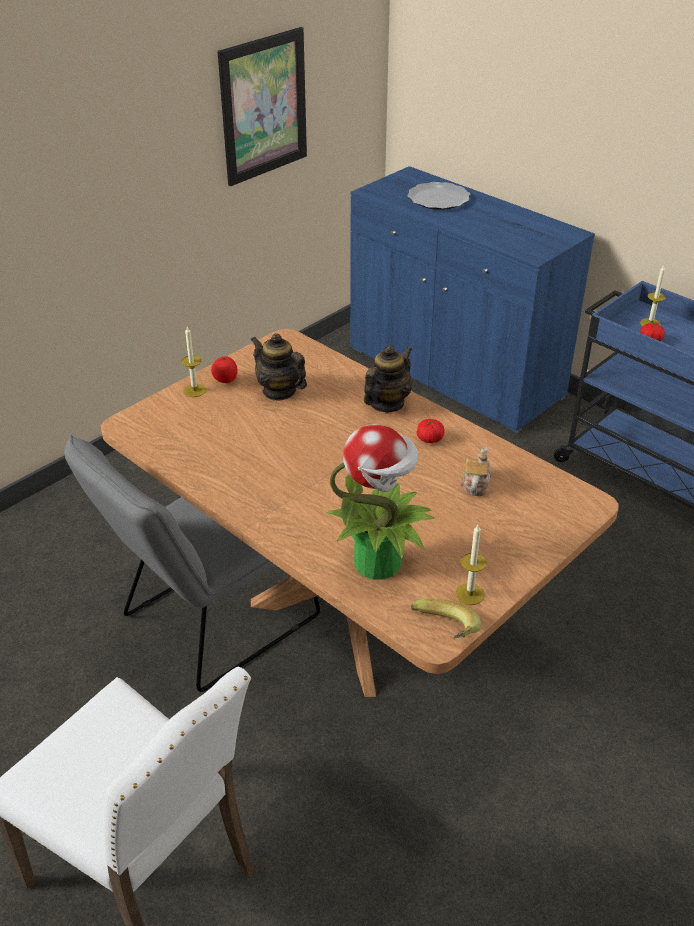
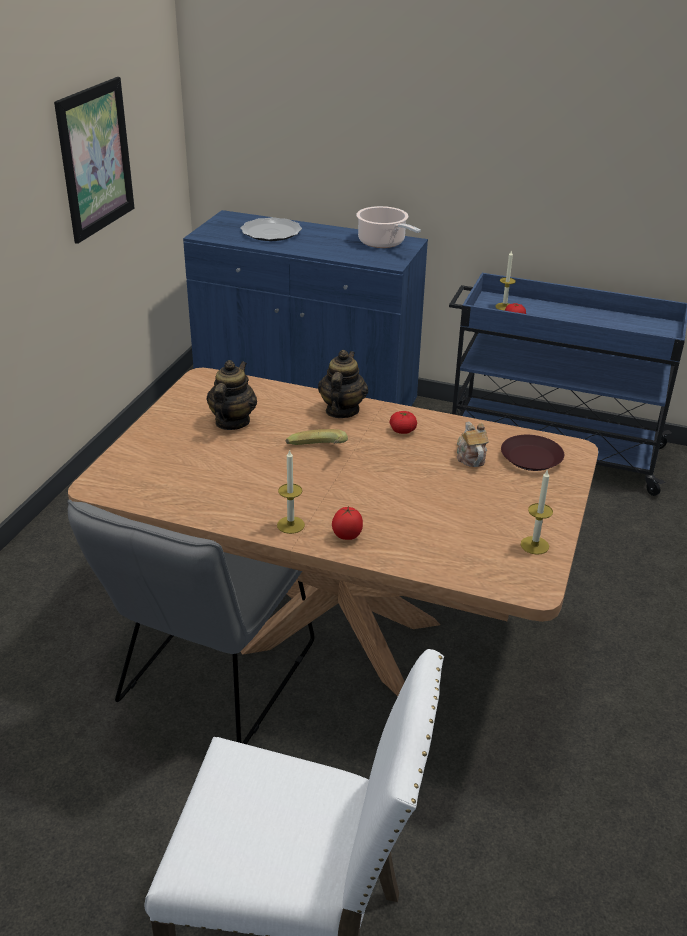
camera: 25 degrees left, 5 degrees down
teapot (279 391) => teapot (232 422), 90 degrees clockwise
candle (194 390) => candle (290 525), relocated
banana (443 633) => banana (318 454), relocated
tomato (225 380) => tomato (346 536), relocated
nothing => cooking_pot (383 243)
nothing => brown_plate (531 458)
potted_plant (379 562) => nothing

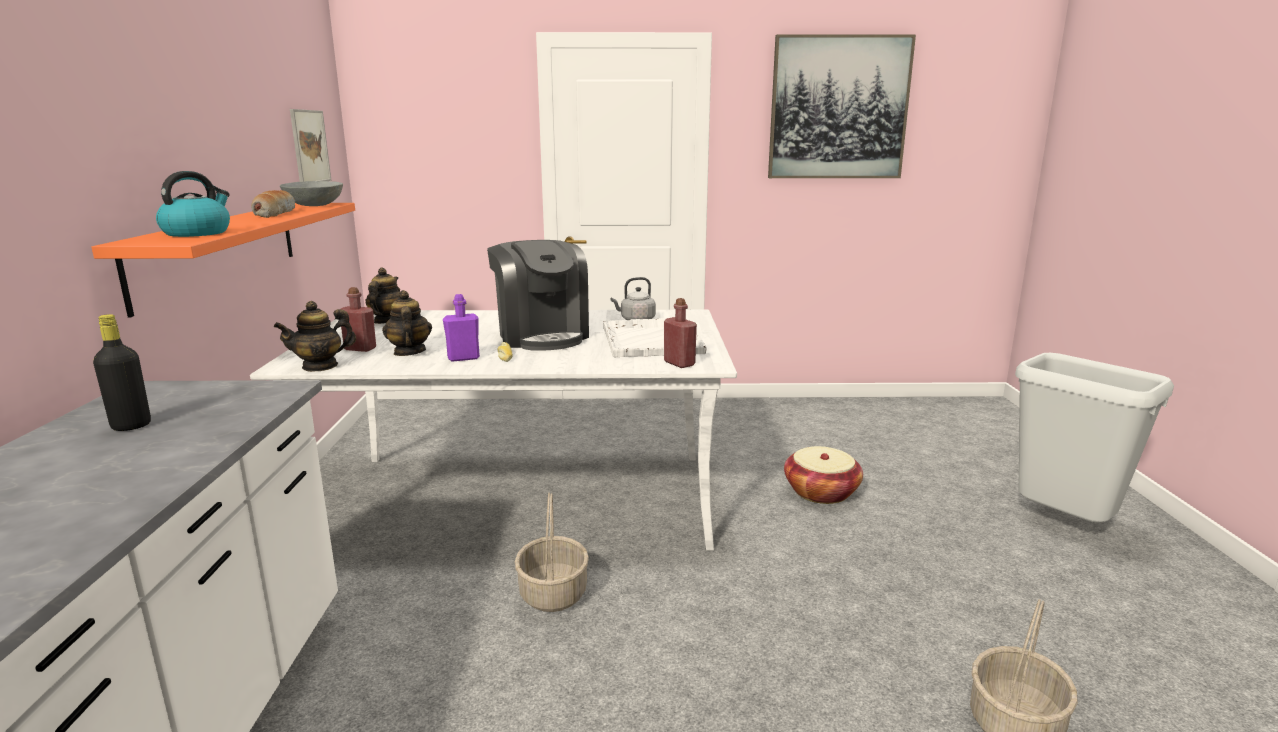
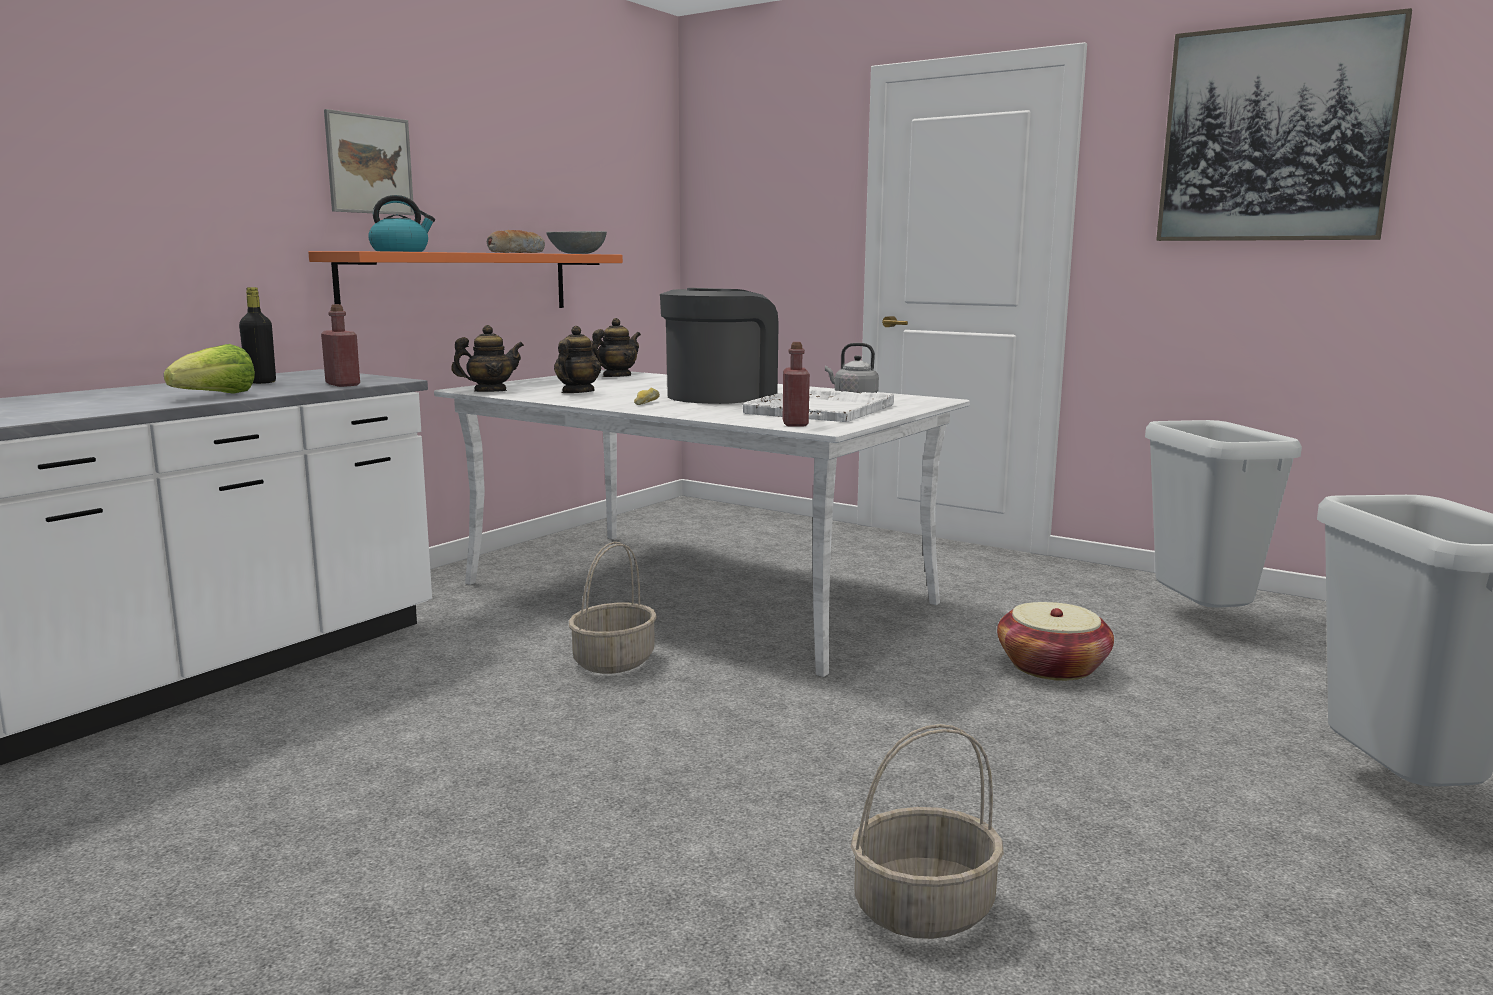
camera: 35 degrees right, 5 degrees down
nothing => lettuce (217 395)
red_bottle (360 348) => red_bottle (342 384), relocated
picture (310 146) => picture (369 164), relocated
teapot (320 366) => teapot (490 391), 150 degrees clockwise
coffee_machine (541 336) => coffee_machine (721 396), 150 degrees counterclockwise
nothing => grey_trash_can (1202 620)
purple_bottle (463 358) => nothing

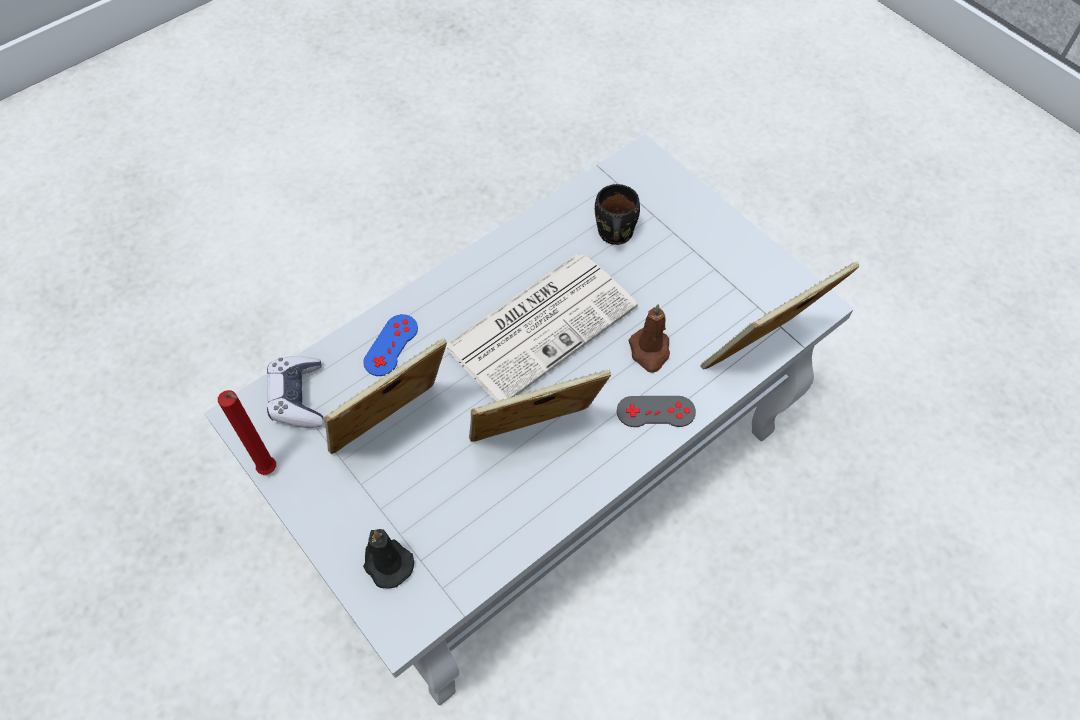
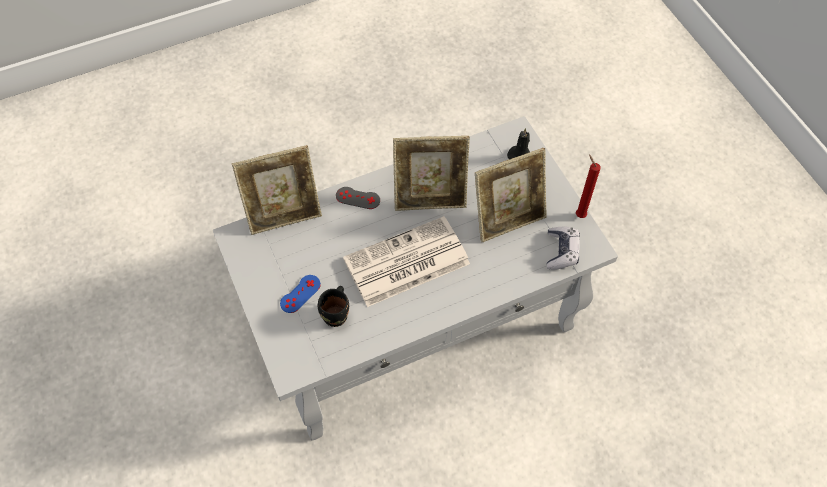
camera: 165 degrees left, 0 degrees up
blue_game_controller (391 345) => blue_game_controller (300 294), relocated
brown_candle (649 351) => nothing

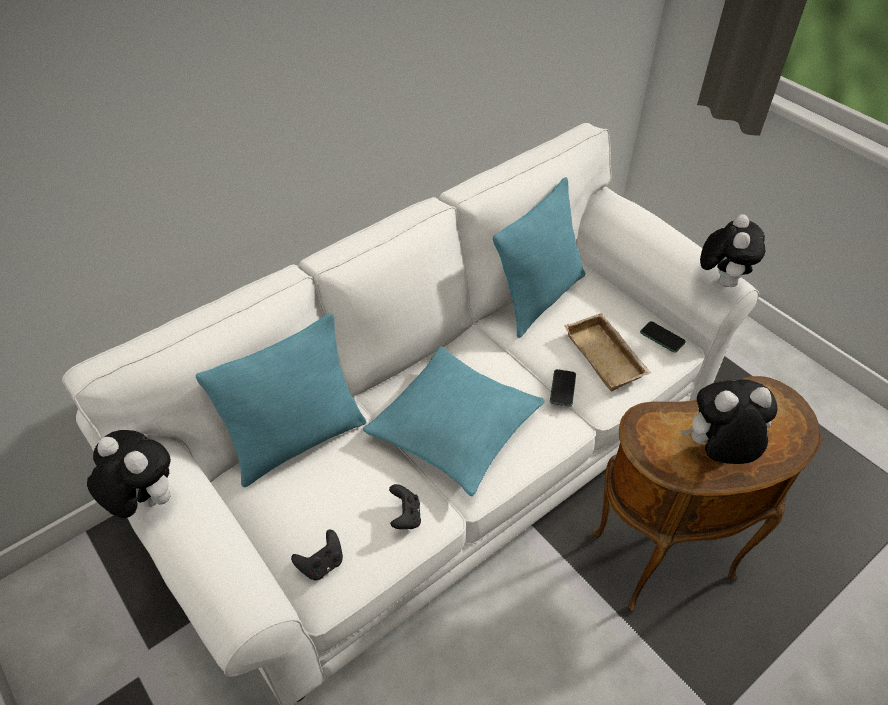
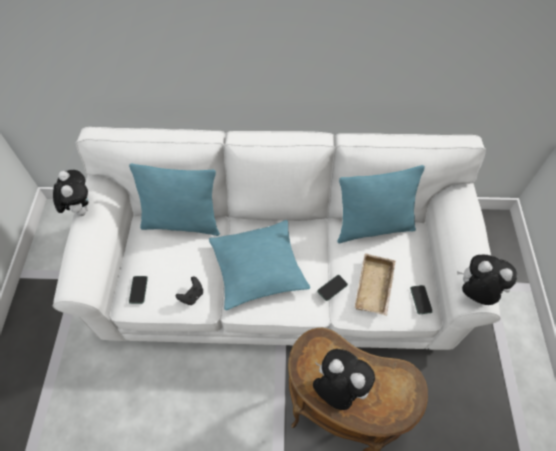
camera: 40 degrees right, 10 degrees up
black_game_controller (322 564) => phone (138 290)
plush_toy (721 280) => plush_toy (475 292), 120 degrees counterclockwise

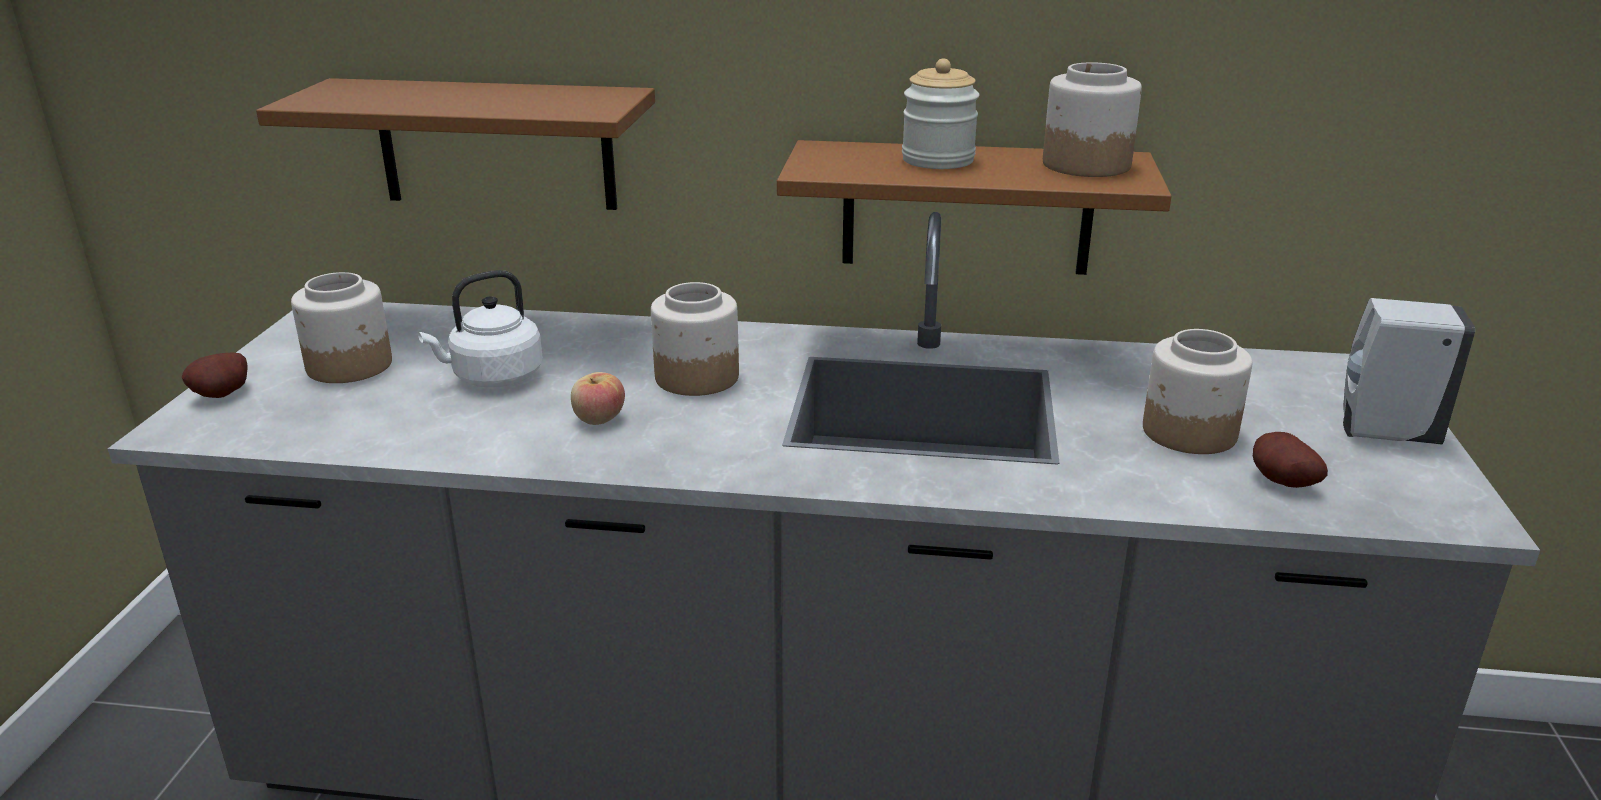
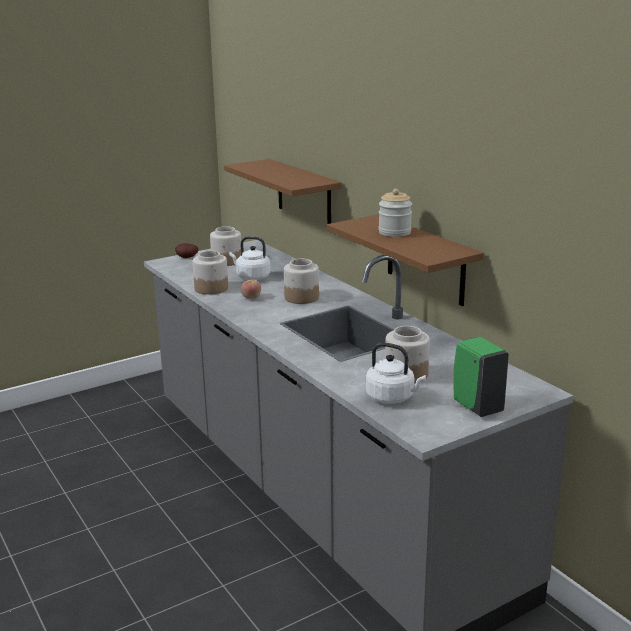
camera: 50 degrees right, 5 degrees down
jar (1085 164) => jar (211 288), relocated
potato (1280 483) => white_kettle (392 398)
white_soap_dispenser (1382 433) => green_soap_dispenser (476 407)

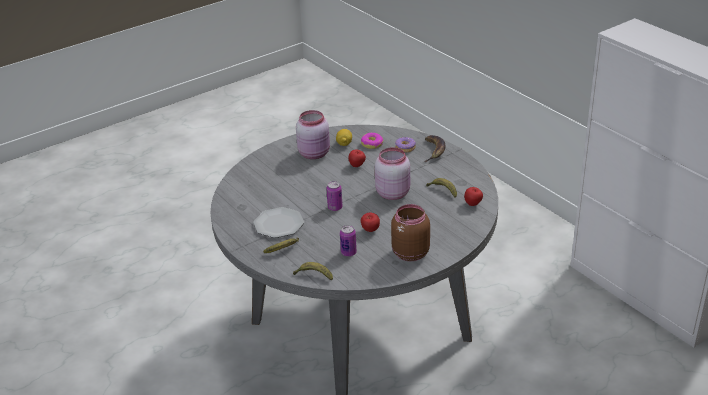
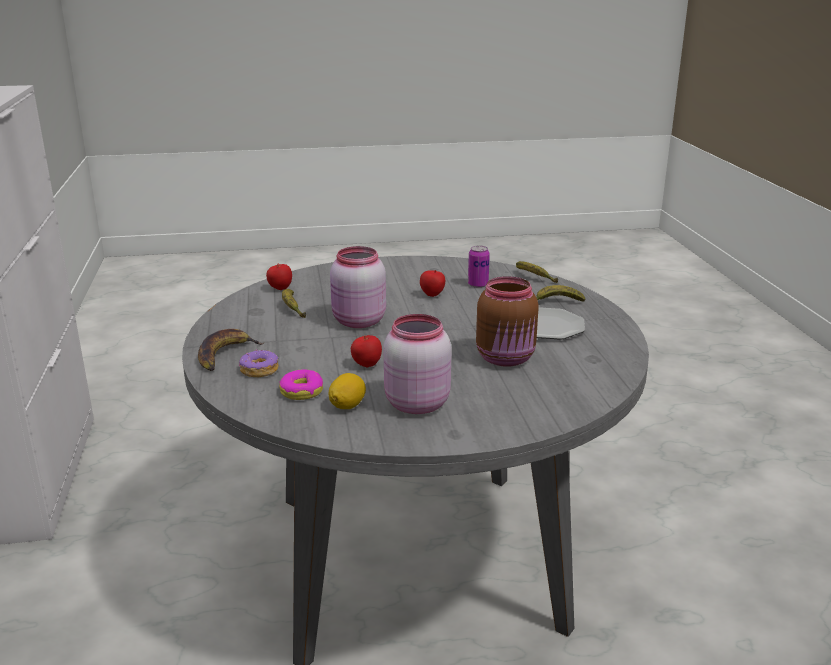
camera: 155 degrees left, 10 degrees down
brown_jar (409 253) => brown_jar (506 359), relocated
can (335 208) => nothing

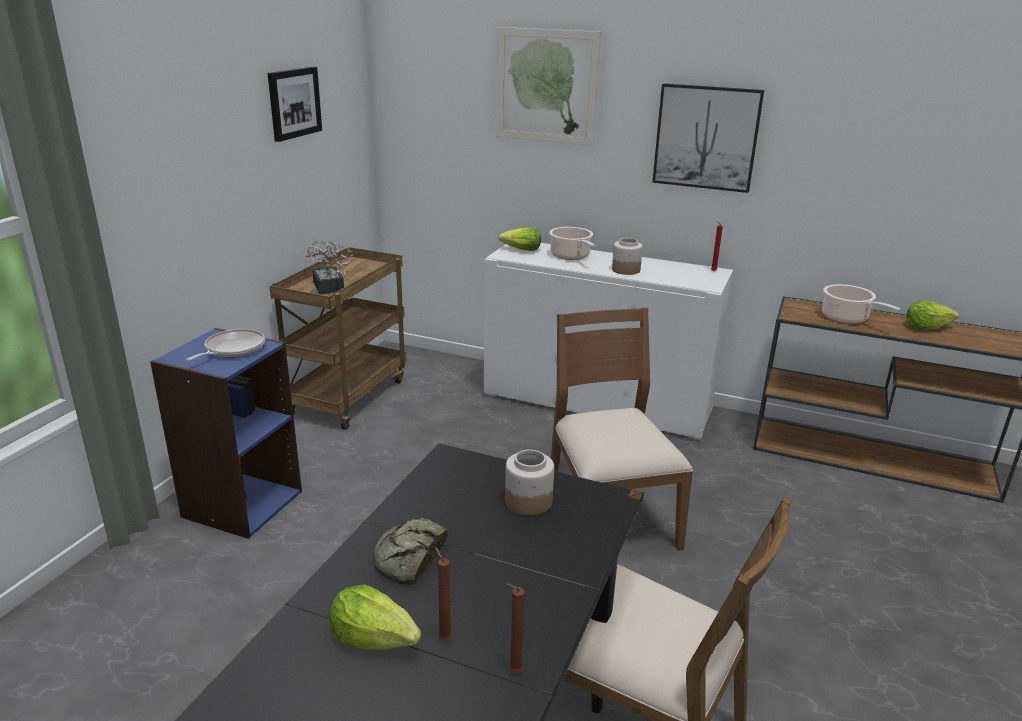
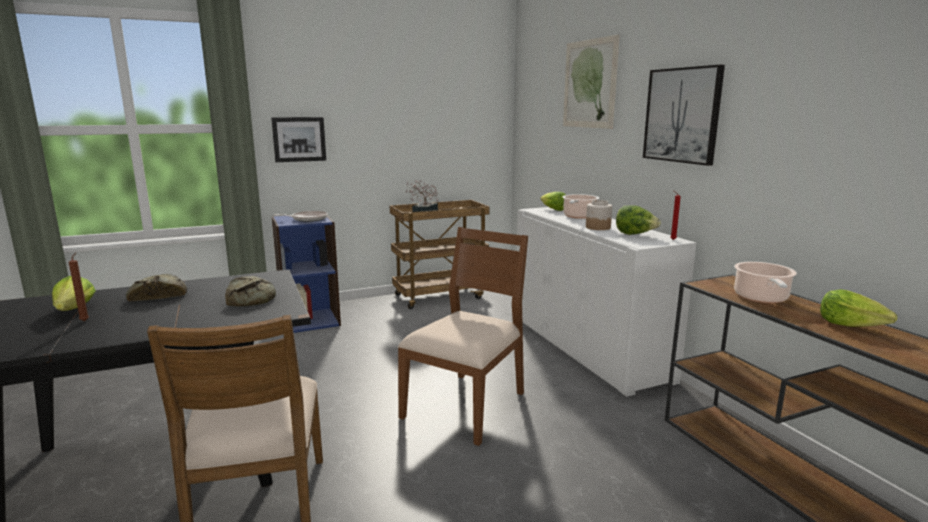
camera: 45 degrees right, 10 degrees down
jar (528 501) => bread (252 298)
picture (294 103) => picture (299 139), relocated
nothing => lettuce (635 234)
brown_candle (513 672) => nothing

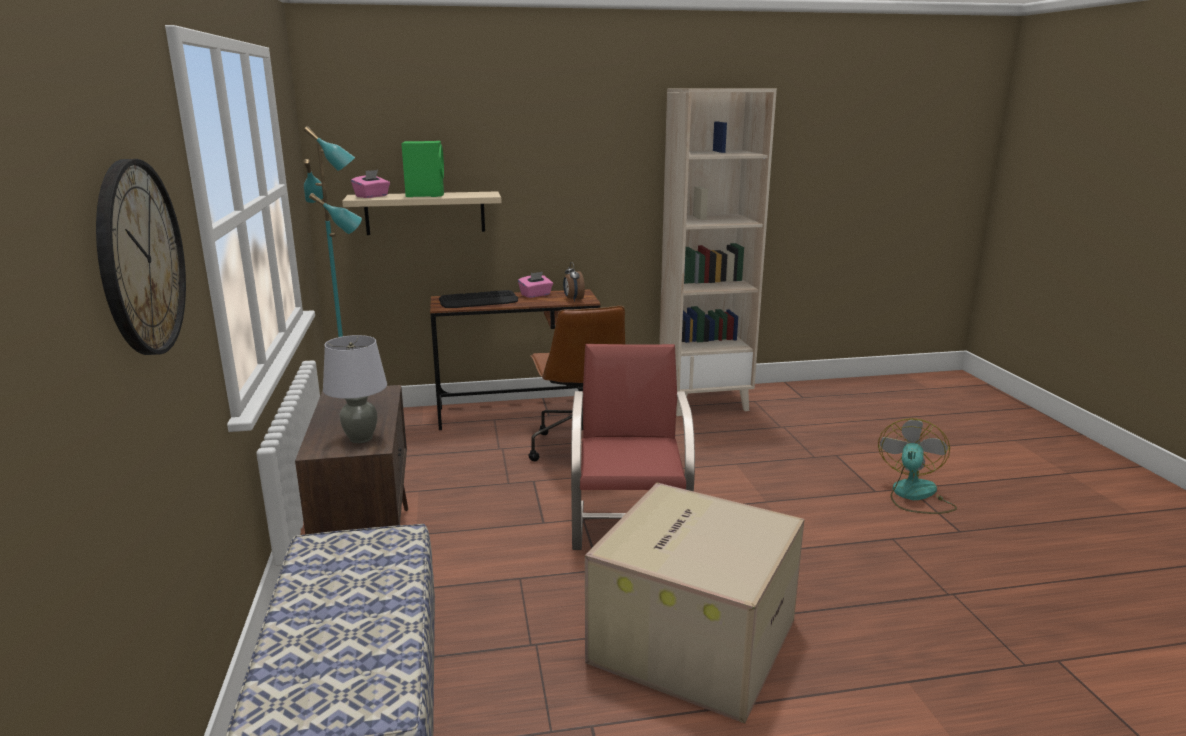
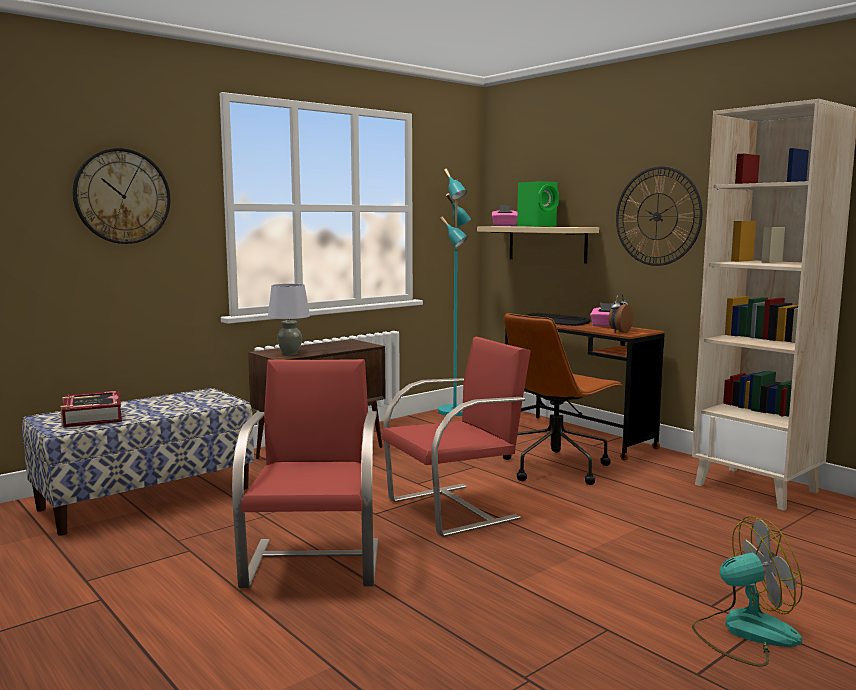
camera: 60 degrees right, 10 degrees down
nothing => book (92 417)
cardboard_box (692 638) => red_chair (314 562)
nothing => wall_clock (657 216)

